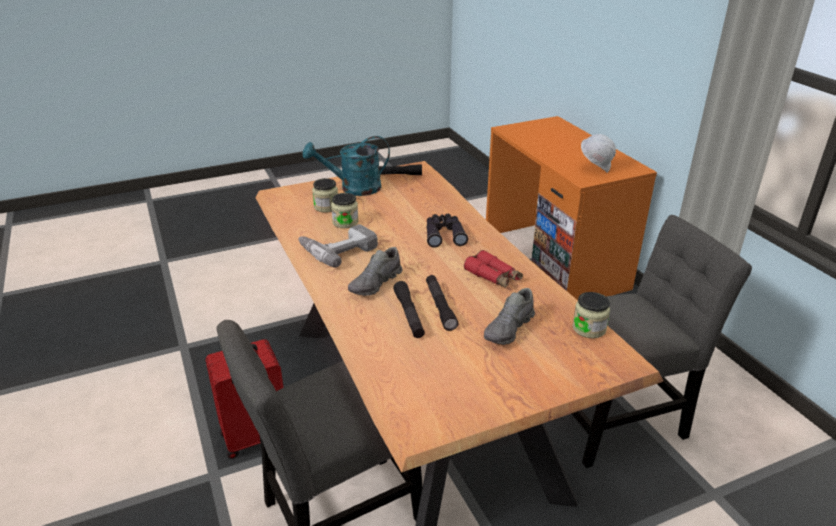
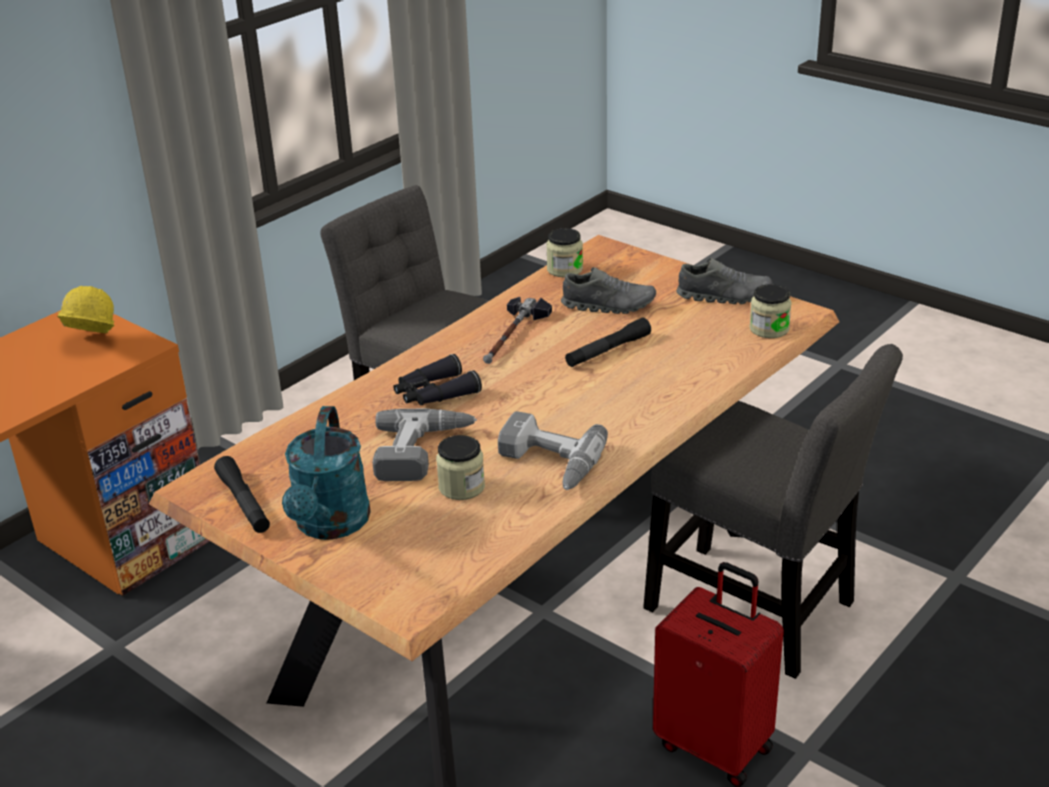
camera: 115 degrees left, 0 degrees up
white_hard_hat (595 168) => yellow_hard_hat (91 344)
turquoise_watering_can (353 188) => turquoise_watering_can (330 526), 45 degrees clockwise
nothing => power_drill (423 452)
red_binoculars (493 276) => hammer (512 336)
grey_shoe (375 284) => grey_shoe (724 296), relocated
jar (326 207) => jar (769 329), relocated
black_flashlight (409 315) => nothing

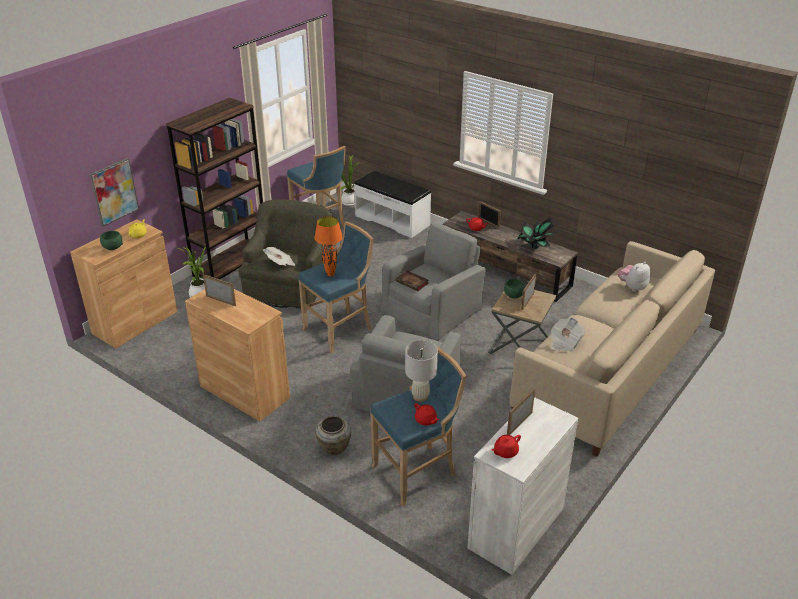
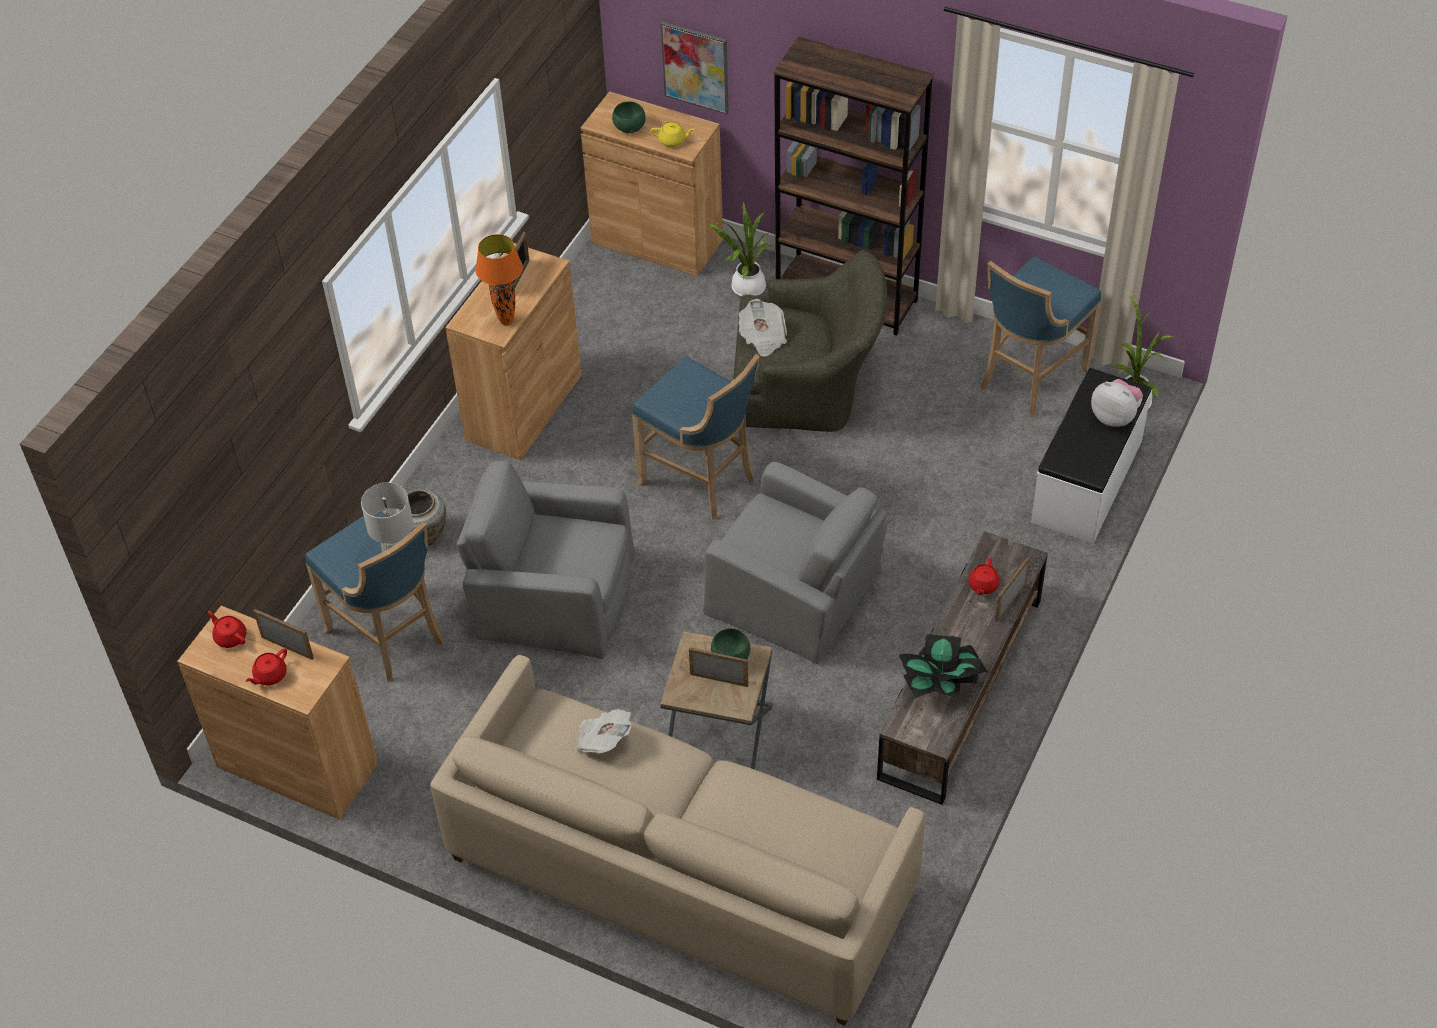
camera: 80 degrees right, 15 degrees up
white_cabinet (516 528) => brown_cabinet (297 765)
red_teapot (426 420) => red_teapot (269 675), relocated
orange_table_lamp (330 274) => orange_table_lamp (507 321), relocated
plush_toy (632 287) => plush_toy (1114 417), relocated
book (413 282) => nothing

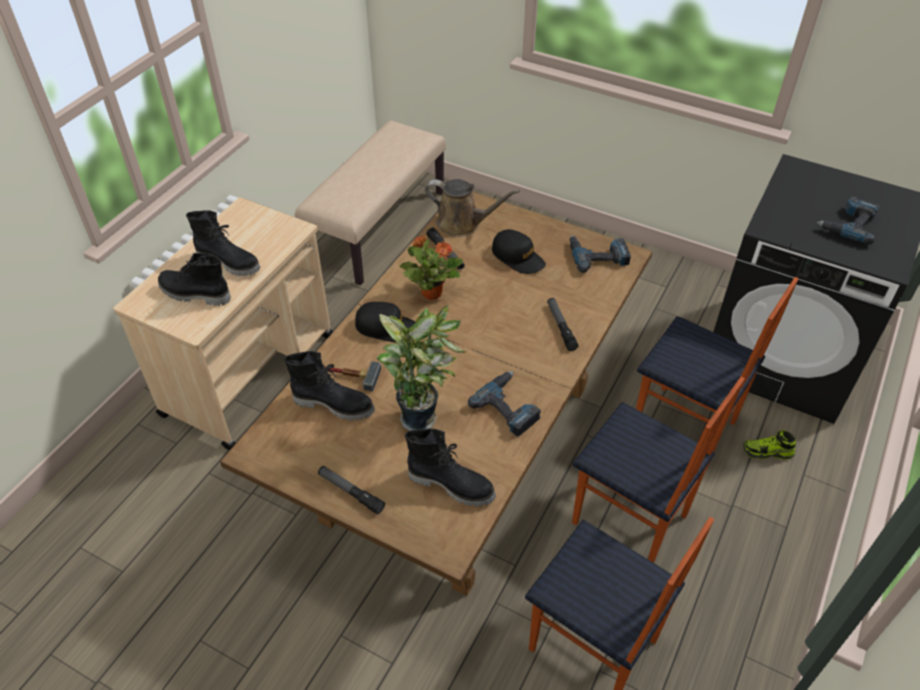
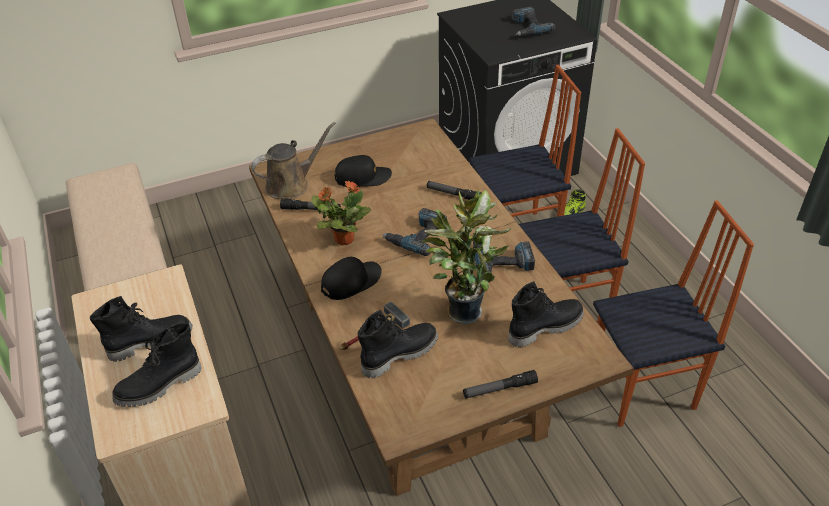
camera: 50 degrees left, 5 degrees down
power_drill (597 255) => power_drill (417 235), relocated

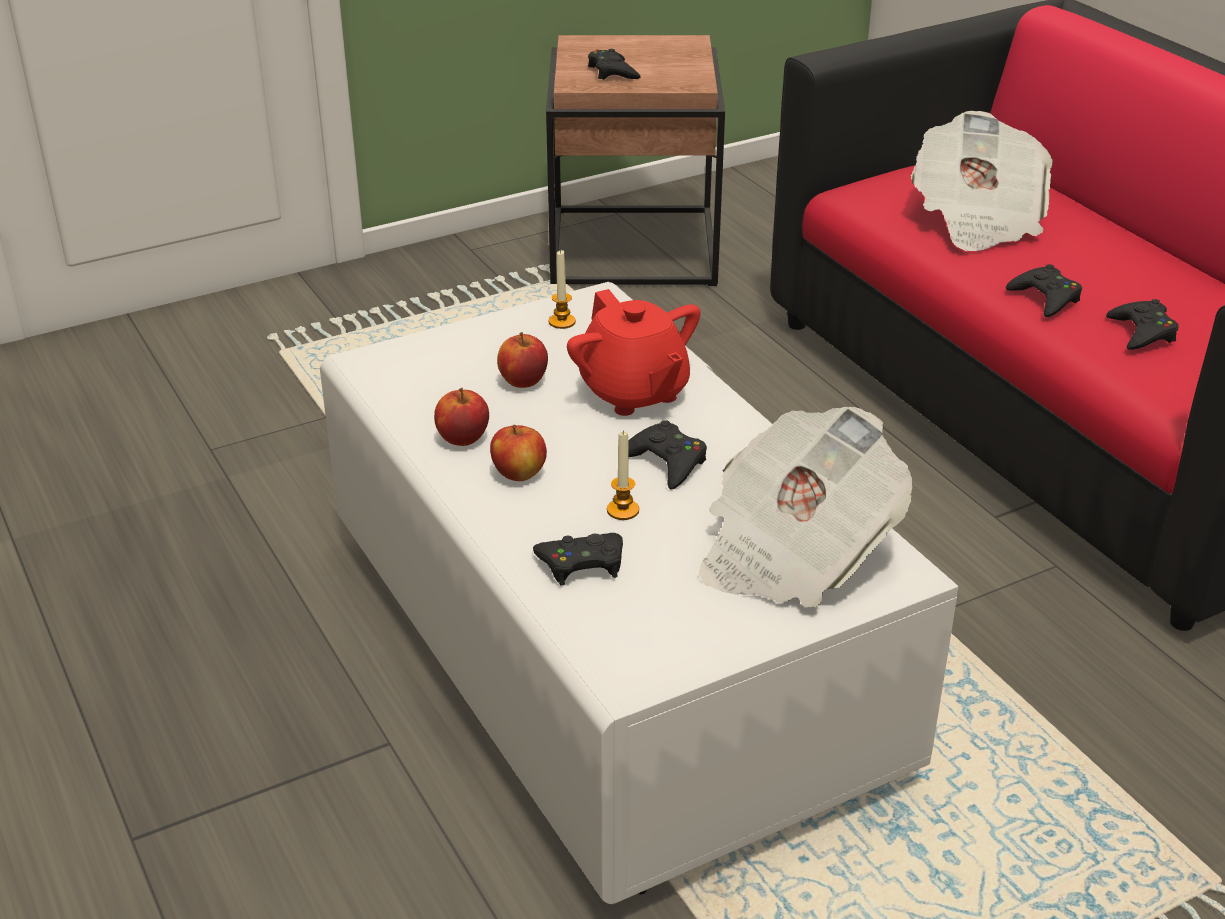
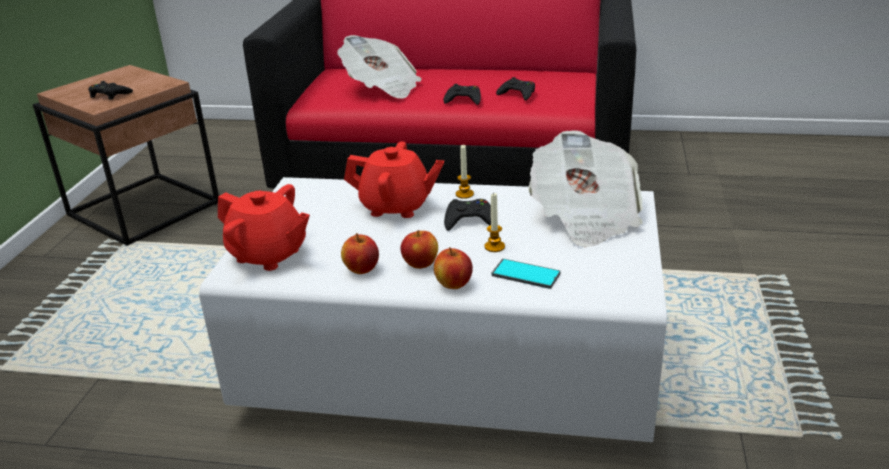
camera: 50 degrees left, 5 degrees down
nothing => red_teapot (268 255)
apple (523 382) => apple (453 284), relocated
candle (562 322) => candle (464 194), relocated
black_game_controller (582 563) => phone (525 274)

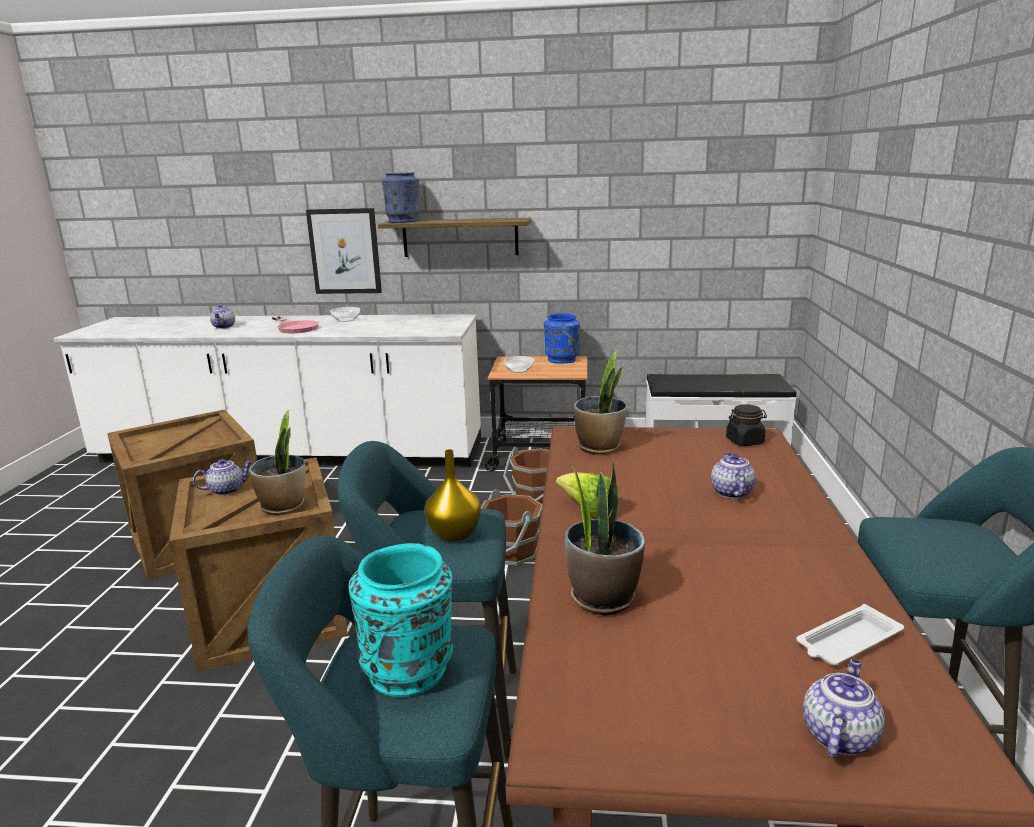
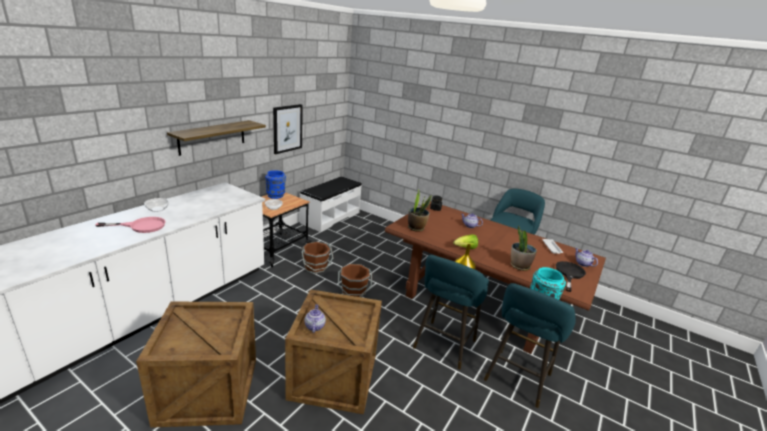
camera: 65 degrees left, 5 degrees up
picture (345 251) => picture (287 128), relocated
nothing => black_frying_pan (569 274)
teapot (224 327) => nothing
potted_plant (283 506) => nothing
blue_vase (403 221) => nothing

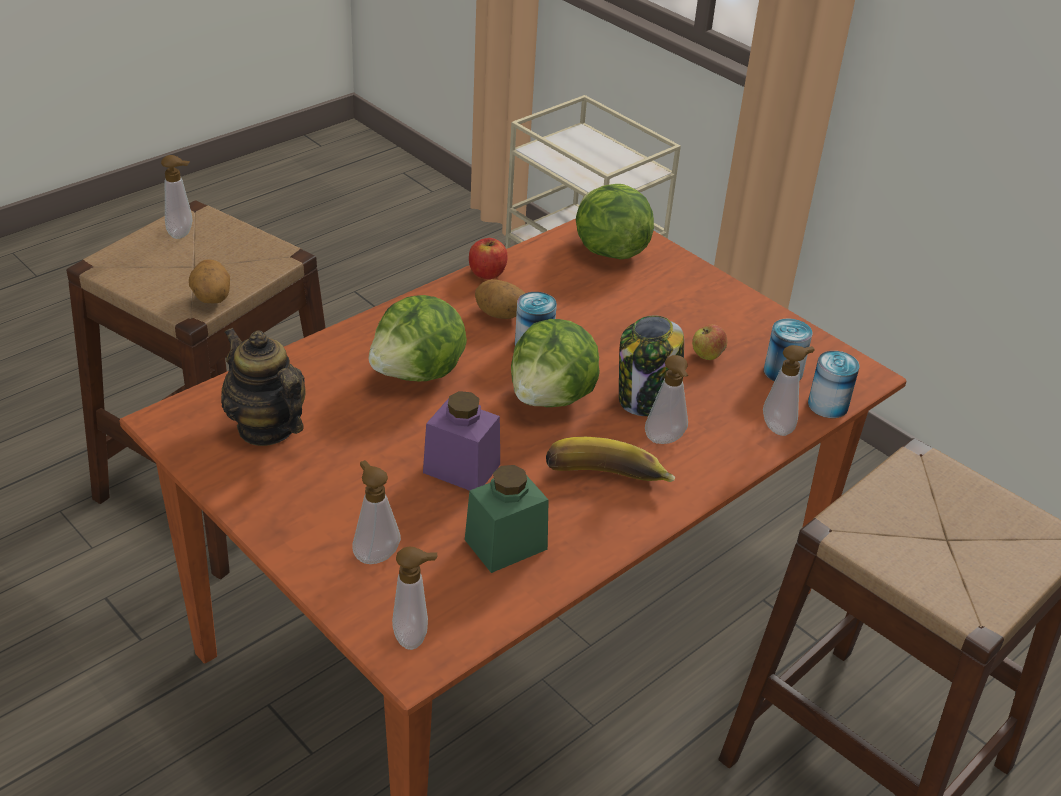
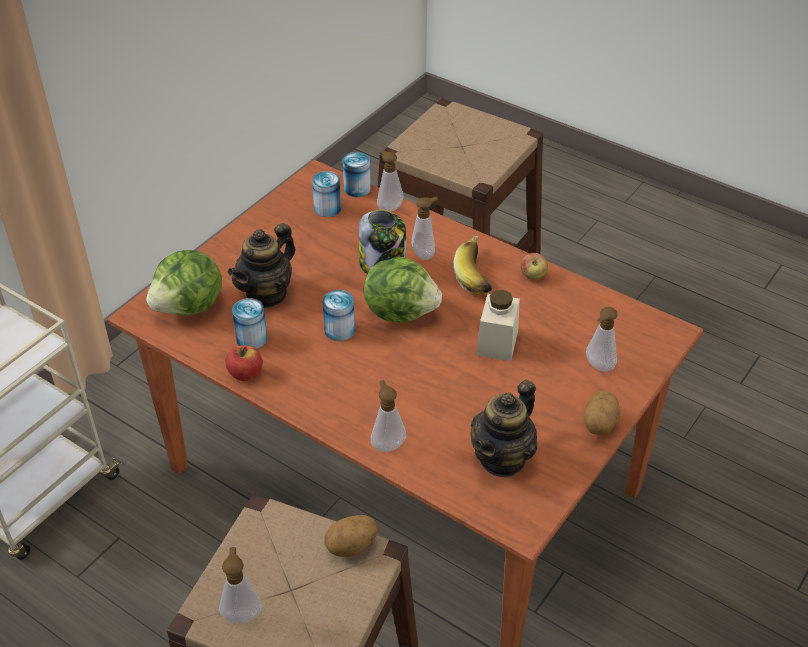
camera: 100 degrees left, 5 degrees up
nothing => teapot (267 294)
nothing => can (251 338)
soap_dispenser (414 636) => soap_dispenser (387 444), relocated
purple_jar (461 468) => beige_jar (497 342)
apple (707 355) => apple (533 276), relocated
potato (500 316) => potato (600 424), relocated
lettuce (419 373) => nothing
green_jar (506 544) => nothing

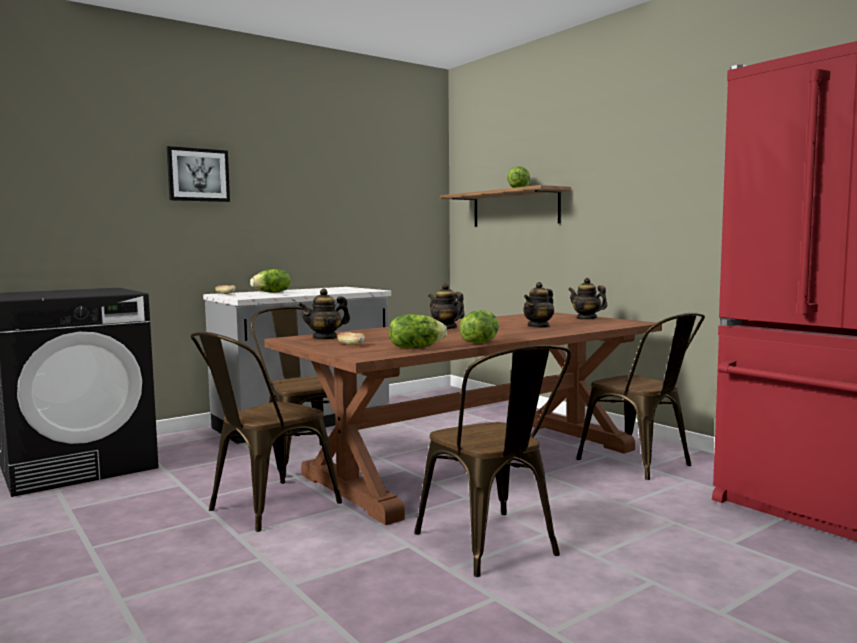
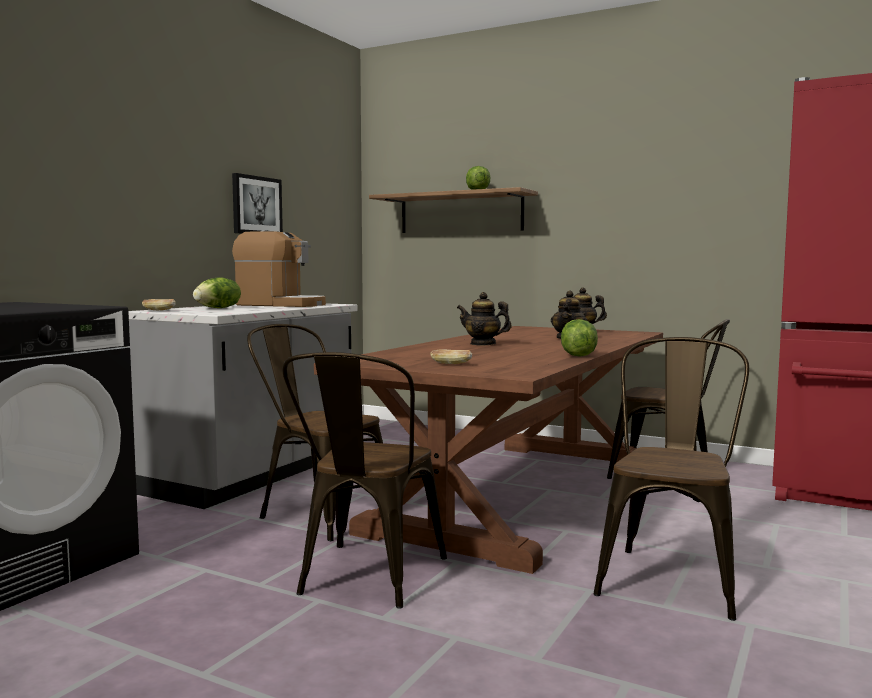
camera: 25 degrees left, 0 degrees up
picture (198 175) => picture (256 205), relocated
nothing => coffee_machine (281 305)
brown_chair (494 547) => brown_chair (671 576), 105 degrees counterclockwise
teapot (325 338) => nothing
lettuce (415 348) => nothing

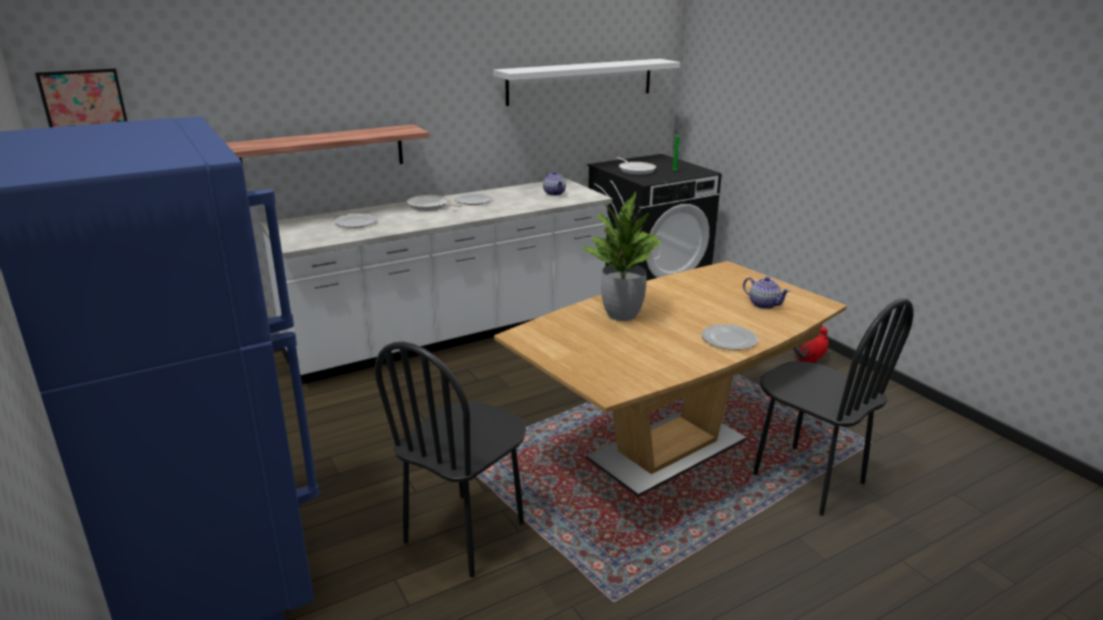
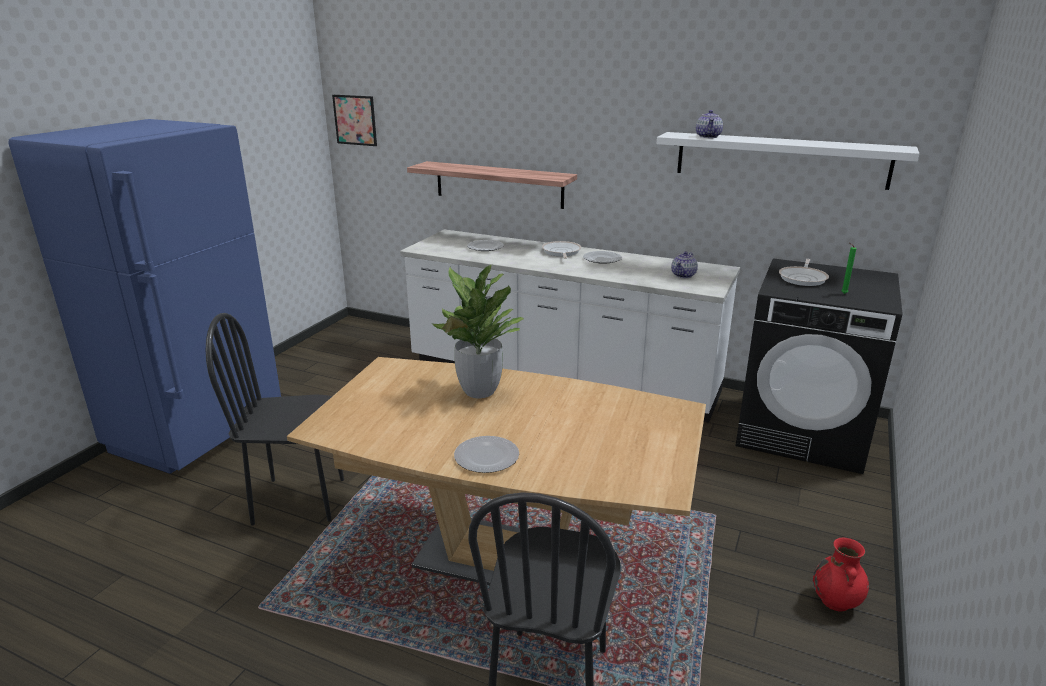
camera: 55 degrees right, 0 degrees up
teapot (763 304) => teapot (708 136), relocated

